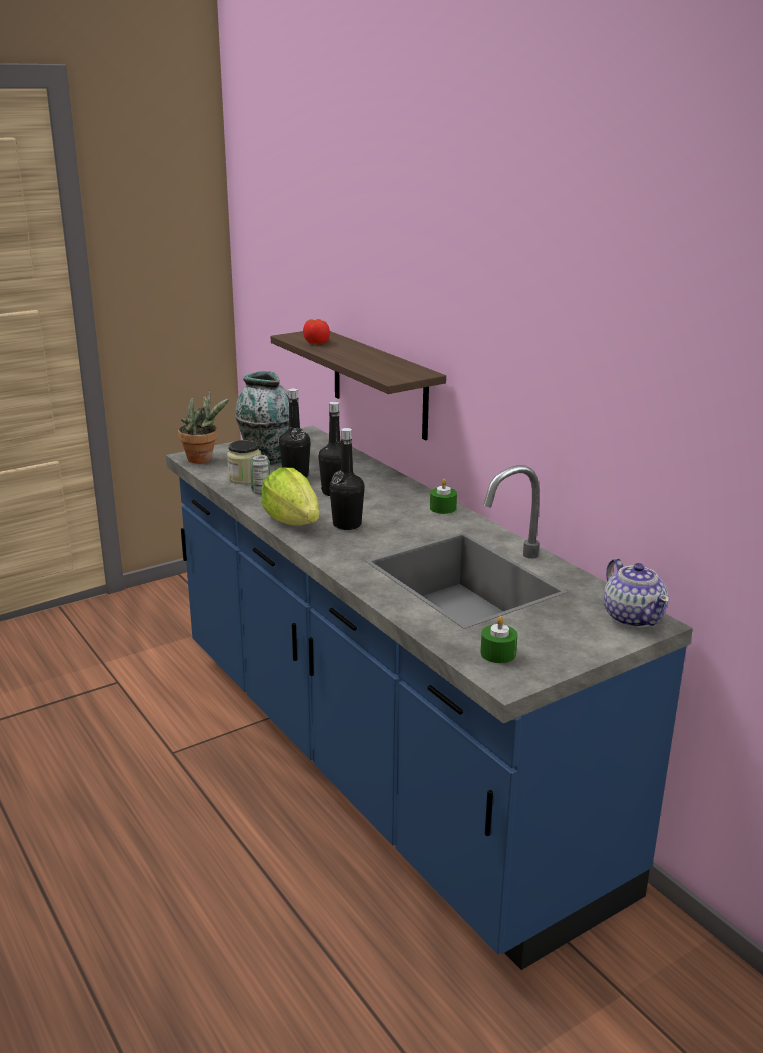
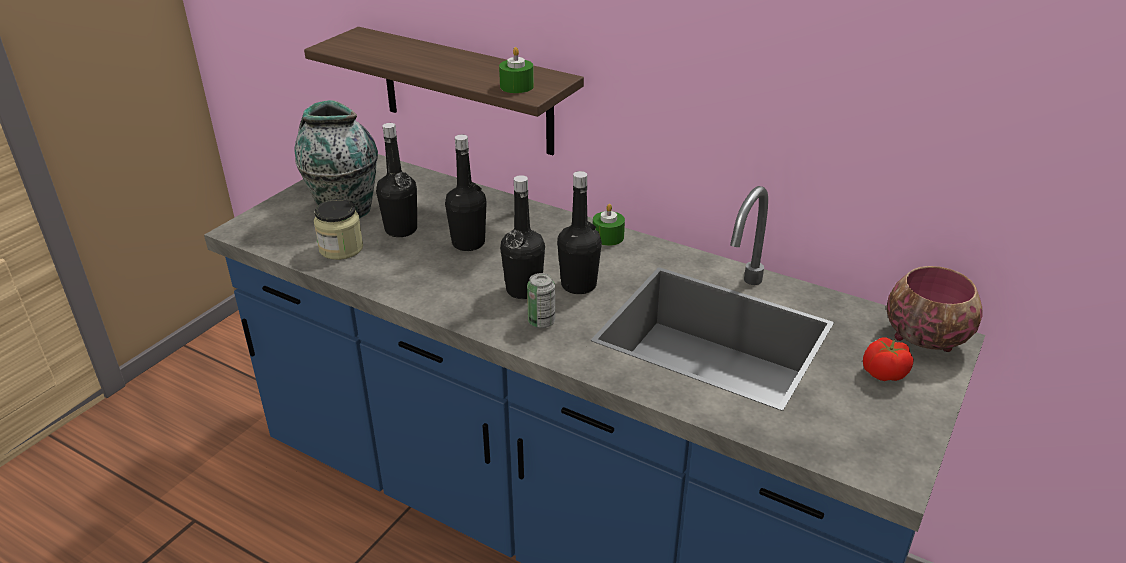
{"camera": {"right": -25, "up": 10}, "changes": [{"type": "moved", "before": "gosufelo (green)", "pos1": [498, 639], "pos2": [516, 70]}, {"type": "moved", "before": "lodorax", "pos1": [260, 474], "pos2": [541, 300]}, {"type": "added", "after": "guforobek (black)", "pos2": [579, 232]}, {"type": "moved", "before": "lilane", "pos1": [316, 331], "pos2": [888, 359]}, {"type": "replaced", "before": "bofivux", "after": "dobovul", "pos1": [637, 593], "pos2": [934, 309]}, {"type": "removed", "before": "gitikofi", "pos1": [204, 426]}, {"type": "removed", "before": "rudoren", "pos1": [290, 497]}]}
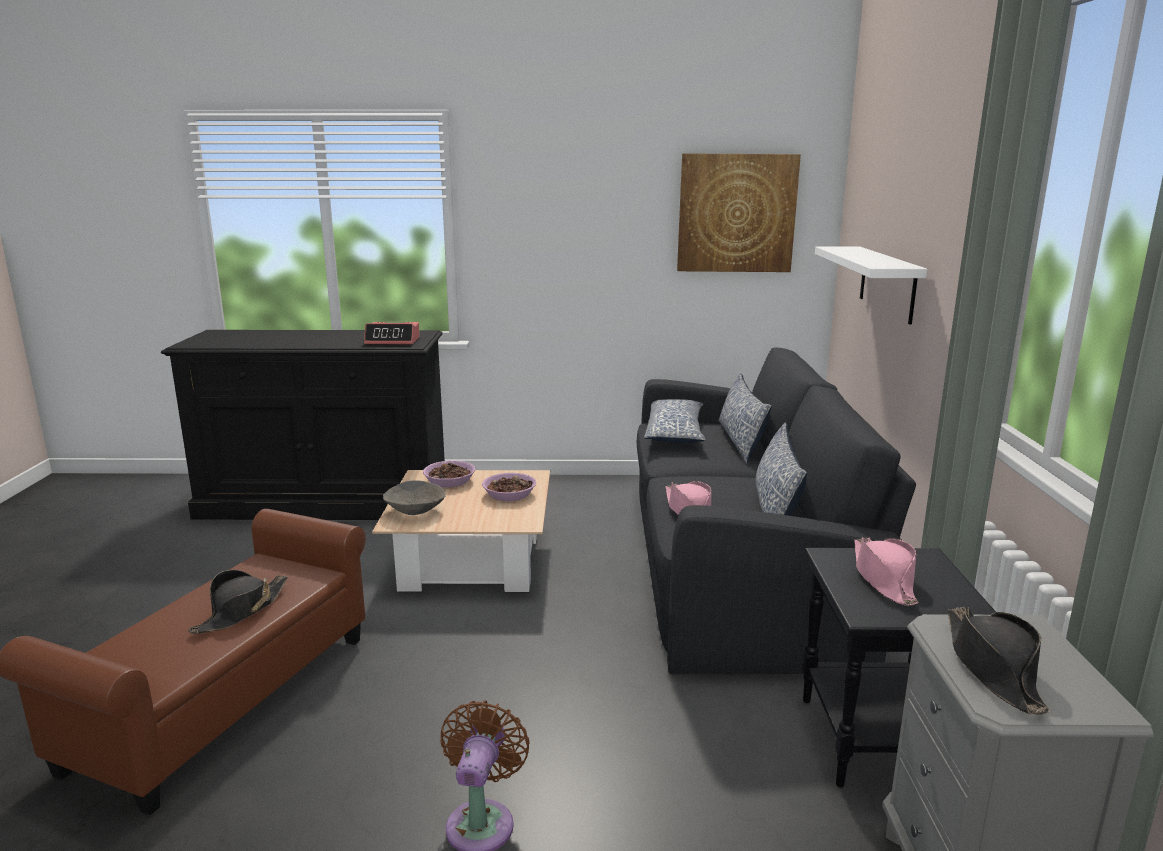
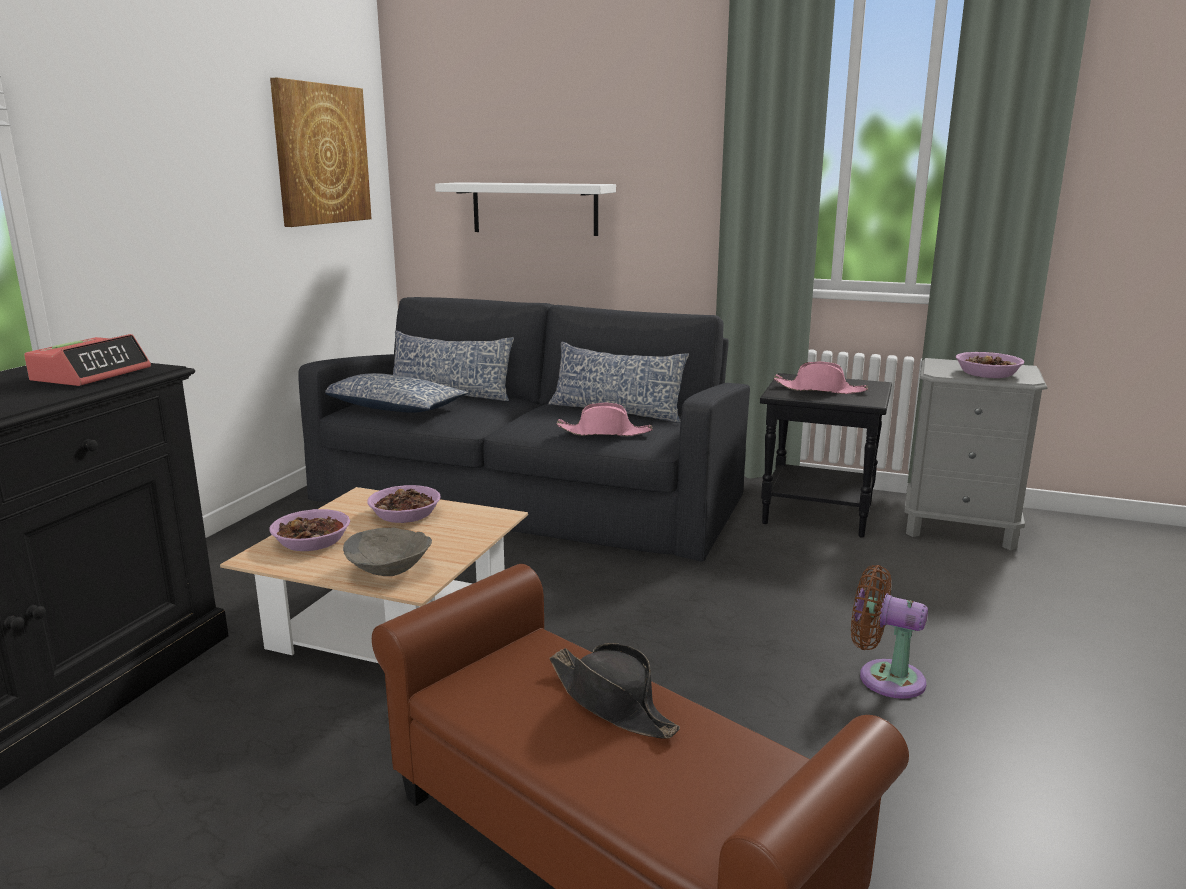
{"camera": {"right": -70, "up": 0}, "changes": [{"type": "replaced", "before": "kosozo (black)", "after": "dobovul", "pos1": [999, 661], "pos2": [990, 365]}]}
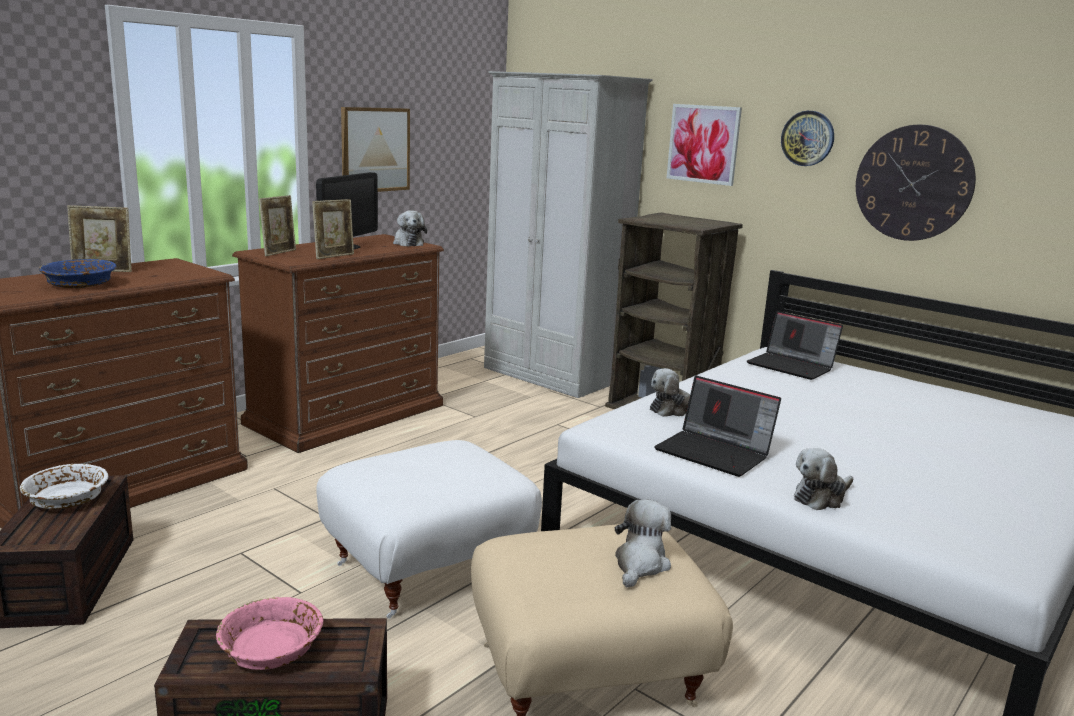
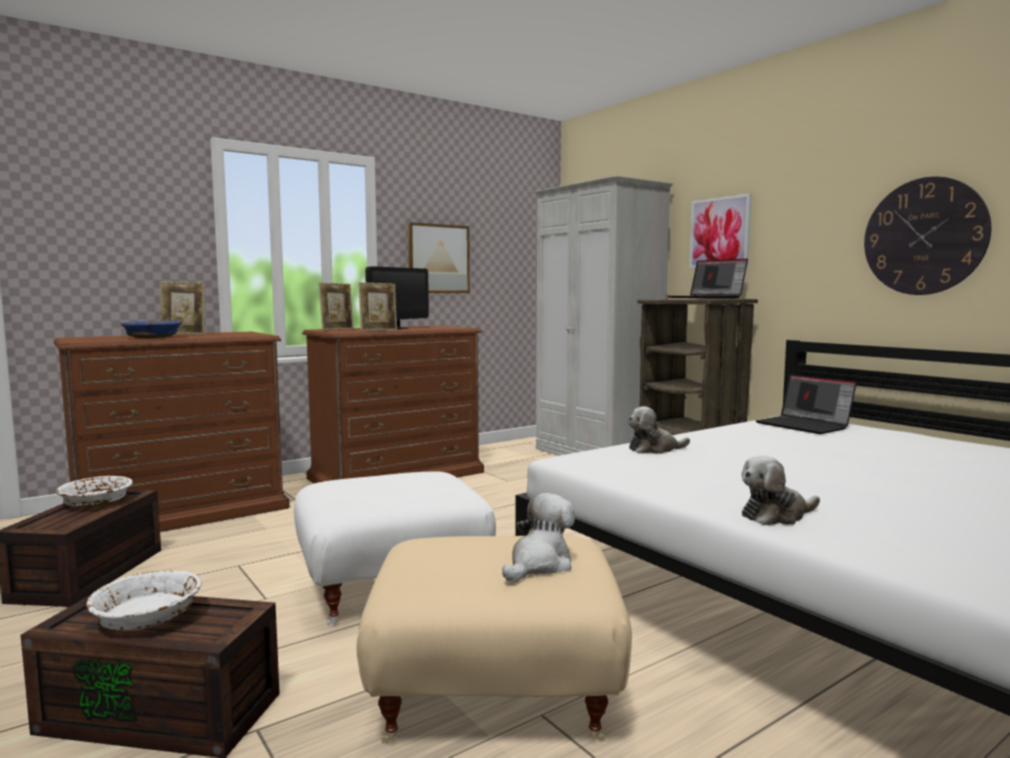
{"camera": {"right": 15, "up": -10}, "changes": [{"type": "recoloured", "before": "dobovul (pink)", "after": "dobovul (white)", "pos1": [269, 633], "pos2": [143, 601]}, {"type": "moved", "before": "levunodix", "pos1": [717, 426], "pos2": [708, 279]}, {"type": "removed", "before": "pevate", "pos1": [410, 228]}, {"type": "removed", "before": "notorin", "pos1": [807, 138]}]}
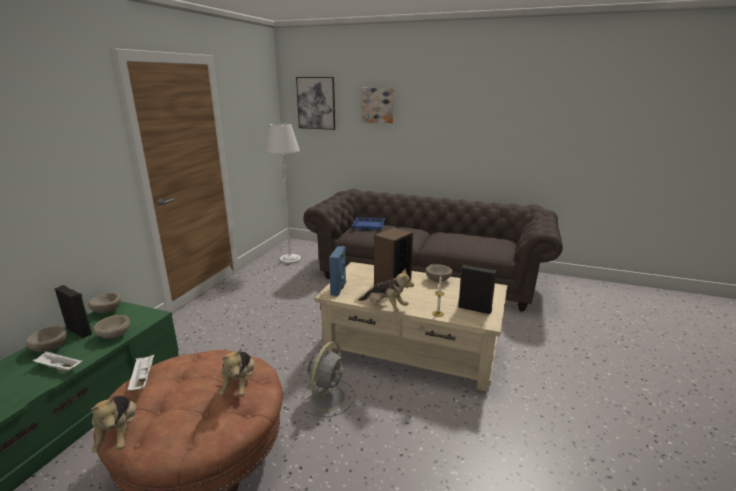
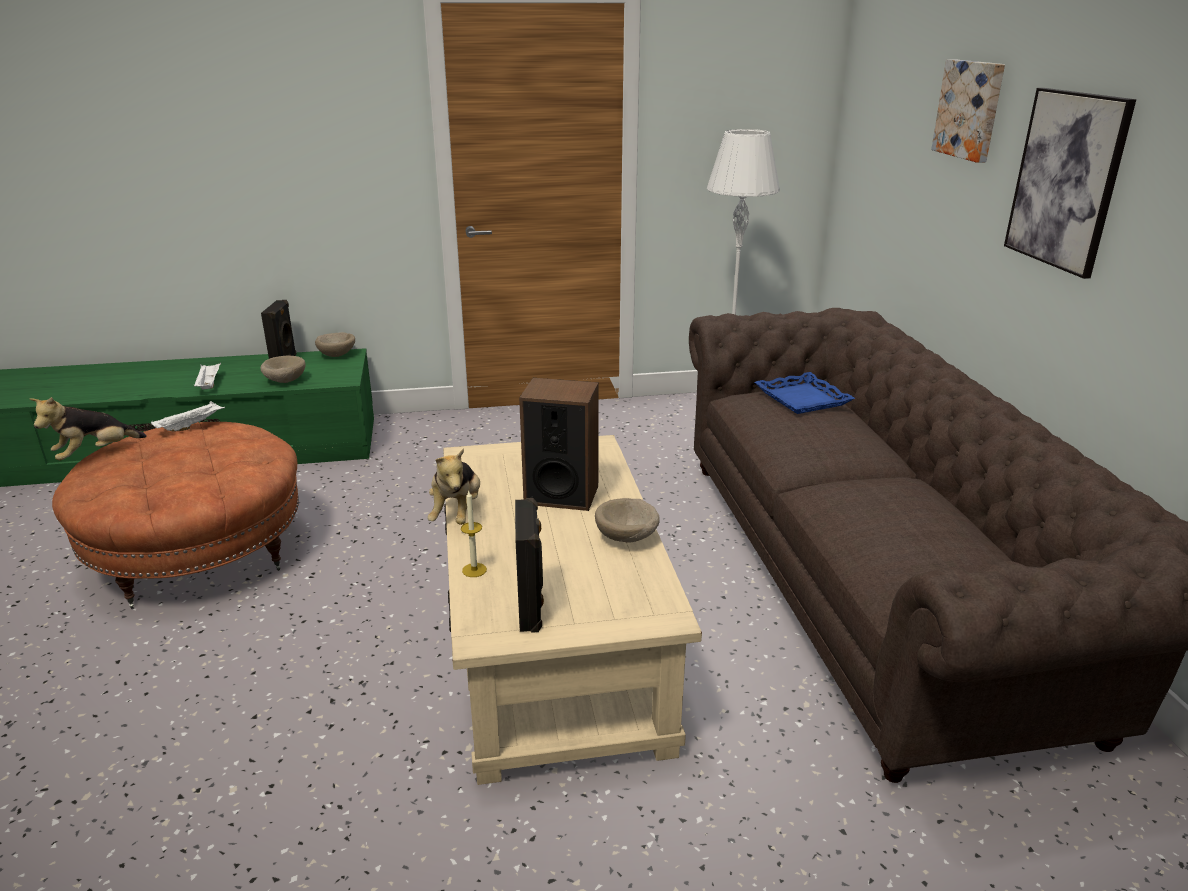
{"camera": {"right": 60, "up": 5}, "changes": [{"type": "moved", "before": "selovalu", "pos1": [315, 103], "pos2": [1070, 183]}, {"type": "removed", "before": "dobovul (beige)", "pos1": [46, 339]}, {"type": "removed", "before": "pevate", "pos1": [237, 373]}, {"type": "removed", "before": "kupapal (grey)", "pos1": [329, 379]}, {"type": "removed", "before": "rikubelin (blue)", "pos1": [337, 271]}]}
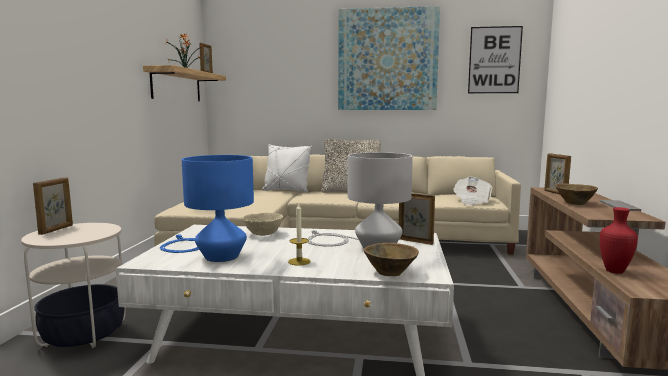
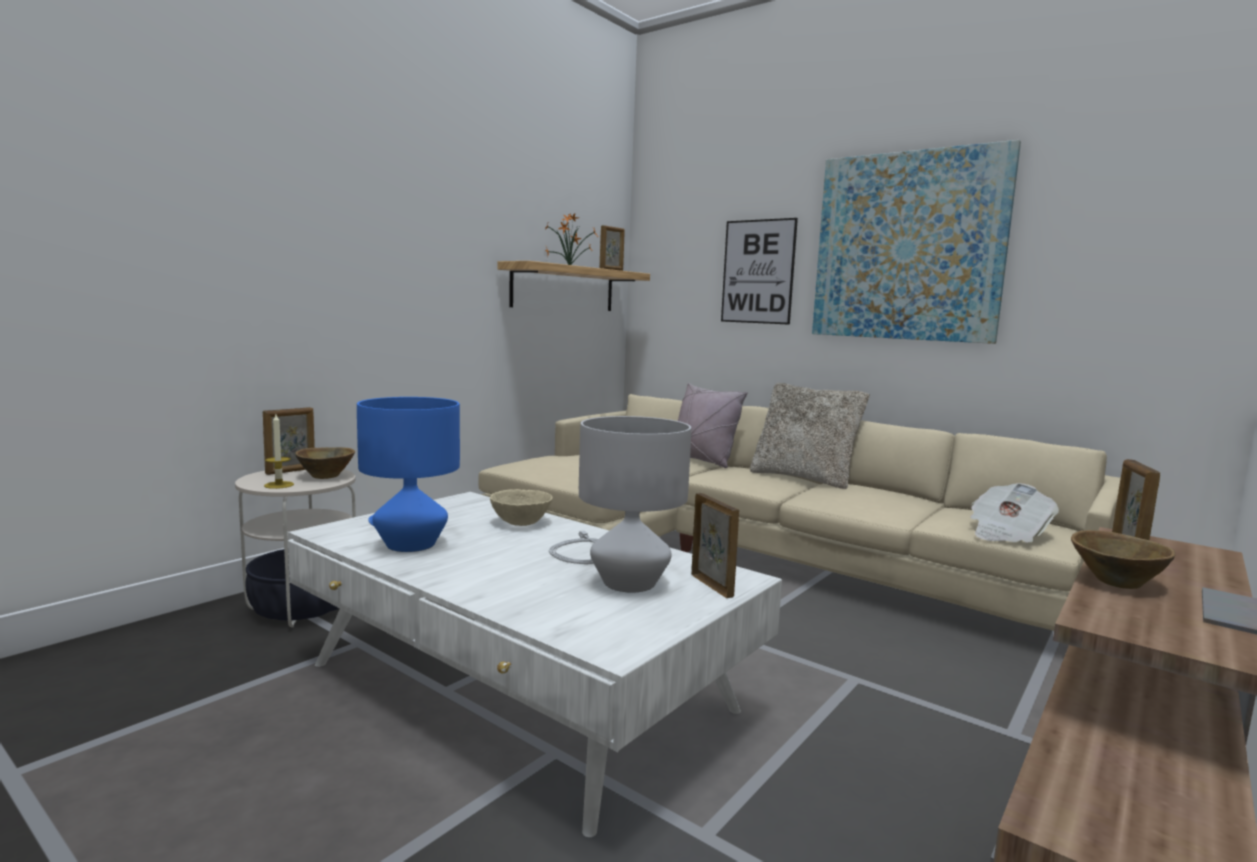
{"camera": {"right": 30, "up": 0}, "changes": [{"type": "moved", "before": "gosufelo", "pos1": [299, 235], "pos2": [279, 451]}, {"type": "moved", "before": "dobovul (brown)", "pos1": [391, 259], "pos2": [325, 463]}, {"type": "recoloured", "before": "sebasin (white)", "after": "sebasin (purple)", "pos1": [287, 168], "pos2": [712, 425]}, {"type": "moved", "before": "selovalu", "pos1": [495, 59], "pos2": [759, 271]}, {"type": "removed", "before": "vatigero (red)", "pos1": [619, 240]}]}
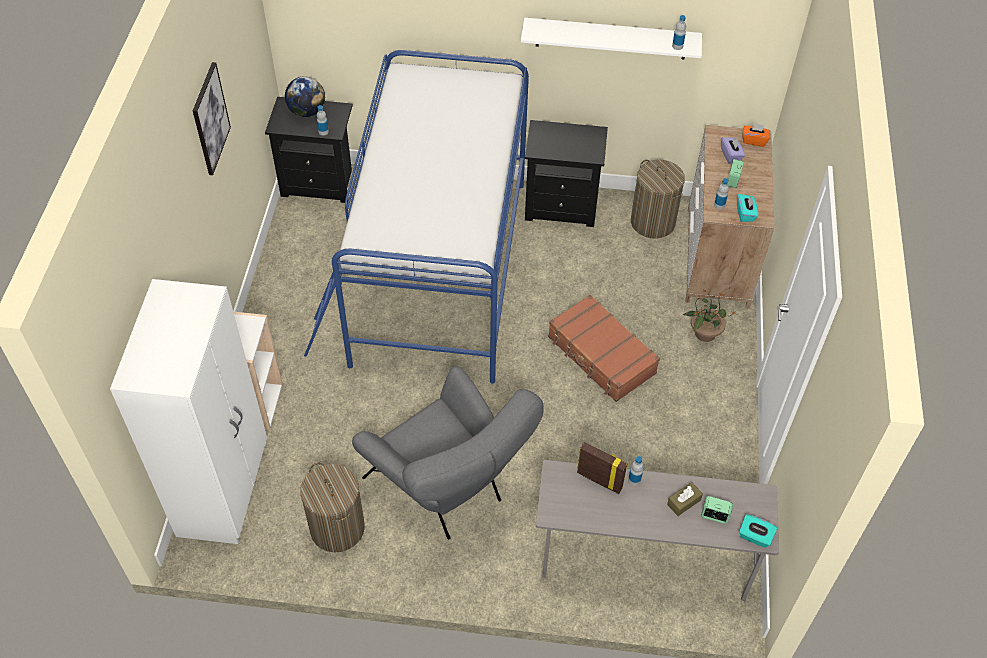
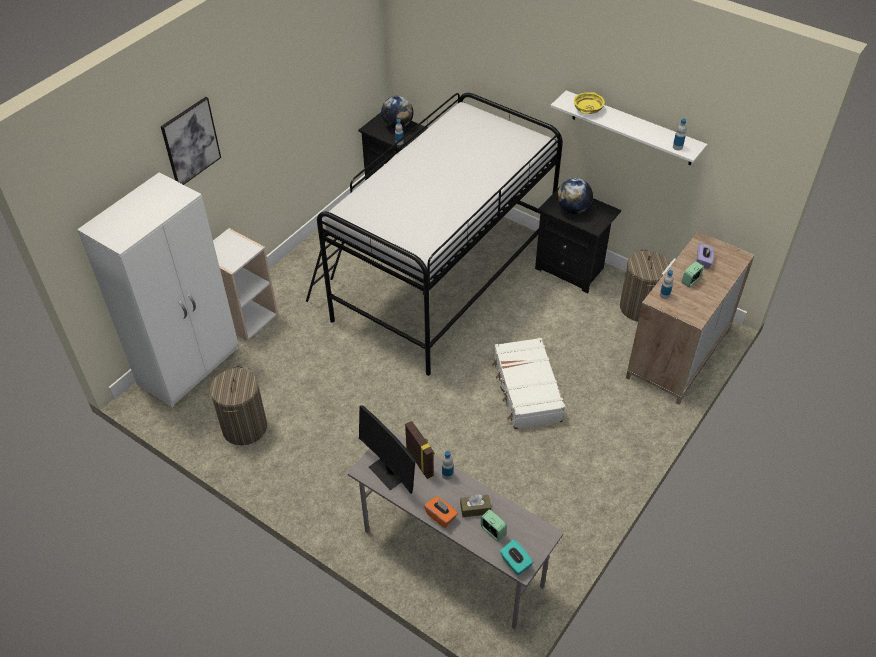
{"camera": {"right": 30, "up": -5}, "changes": [{"type": "moved", "before": "selovalu", "pos1": [212, 118], "pos2": [191, 141]}, {"type": "recoloured", "before": "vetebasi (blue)", "after": "vetebasi (black)", "pos1": [416, 217], "pos2": [434, 234]}, {"type": "added", "after": "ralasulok", "pos2": [387, 449]}, {"type": "moved", "before": "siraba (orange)", "pos1": [756, 135], "pos2": [441, 512]}, {"type": "recoloured", "before": "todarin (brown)", "after": "todarin (white)", "pos1": [604, 348], "pos2": [528, 383]}, {"type": "added", "after": "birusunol", "pos2": [575, 196]}, {"type": "added", "after": "dobovul (yellow)", "pos2": [589, 103]}, {"type": "removed", "before": "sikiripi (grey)", "pos1": [448, 452]}, {"type": "removed", "before": "gitikofi", "pos1": [709, 315]}, {"type": "removed", "before": "siraba (turquoise)", "pos1": [747, 208]}]}
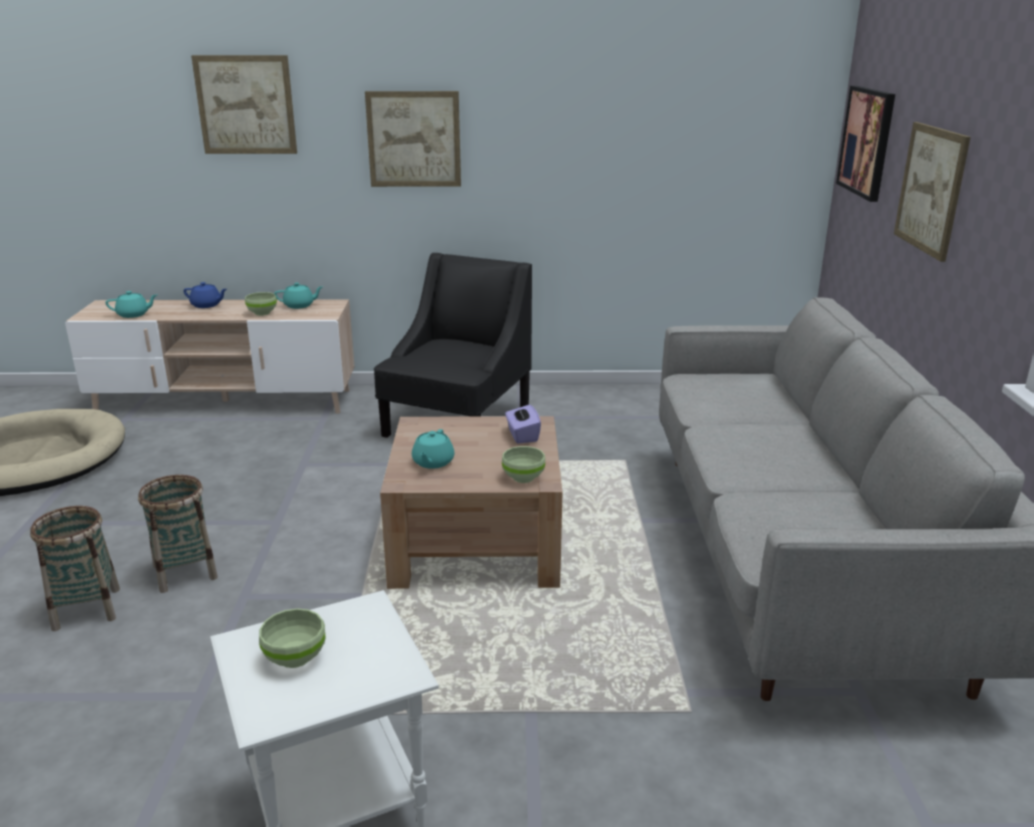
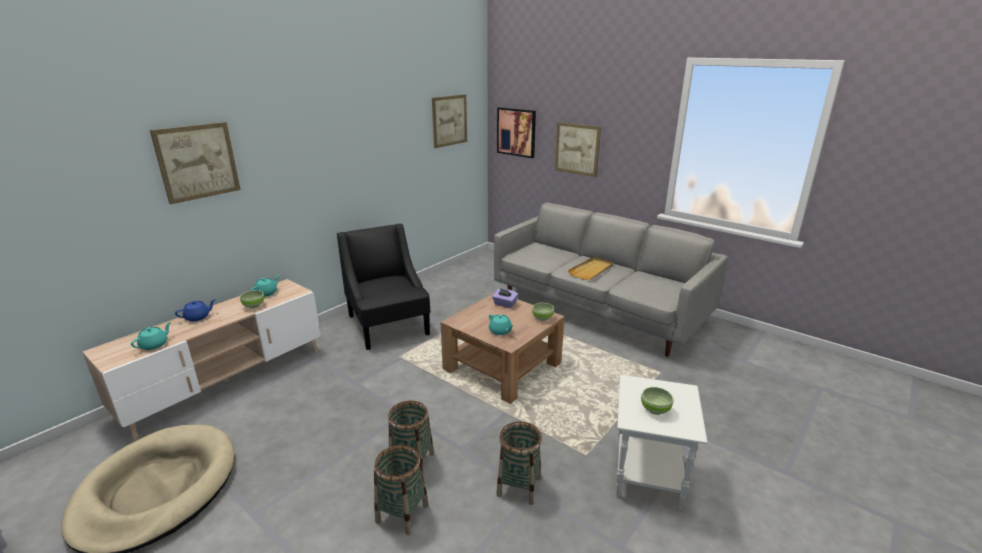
{"camera": {"right": -50, "up": 0}, "changes": [{"type": "moved", "before": "selovalu", "pos1": [413, 139], "pos2": [449, 121]}, {"type": "added", "after": "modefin", "pos2": [519, 463]}, {"type": "added", "after": "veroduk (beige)", "pos2": [591, 268]}]}
